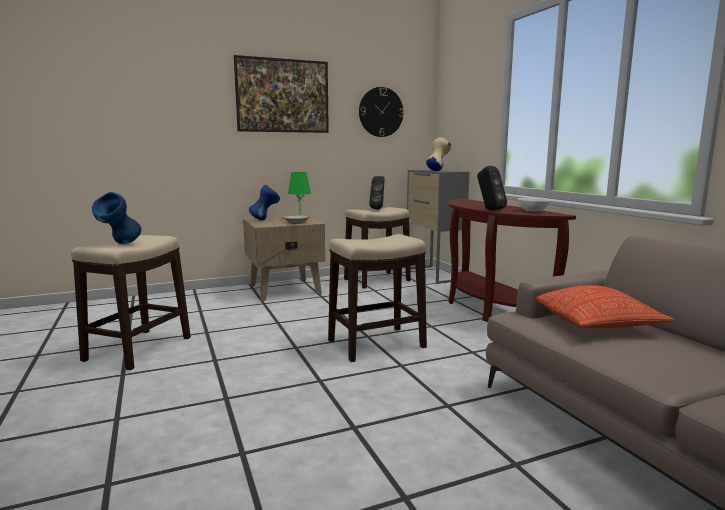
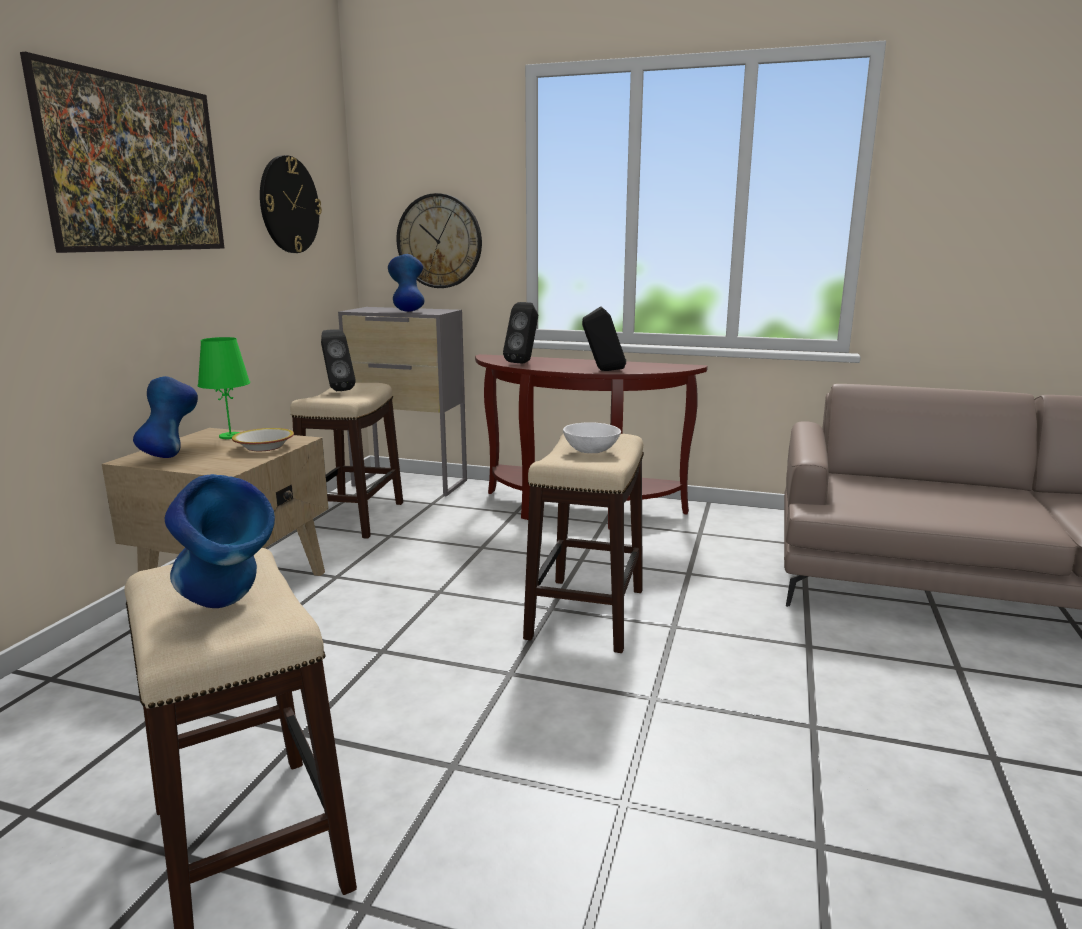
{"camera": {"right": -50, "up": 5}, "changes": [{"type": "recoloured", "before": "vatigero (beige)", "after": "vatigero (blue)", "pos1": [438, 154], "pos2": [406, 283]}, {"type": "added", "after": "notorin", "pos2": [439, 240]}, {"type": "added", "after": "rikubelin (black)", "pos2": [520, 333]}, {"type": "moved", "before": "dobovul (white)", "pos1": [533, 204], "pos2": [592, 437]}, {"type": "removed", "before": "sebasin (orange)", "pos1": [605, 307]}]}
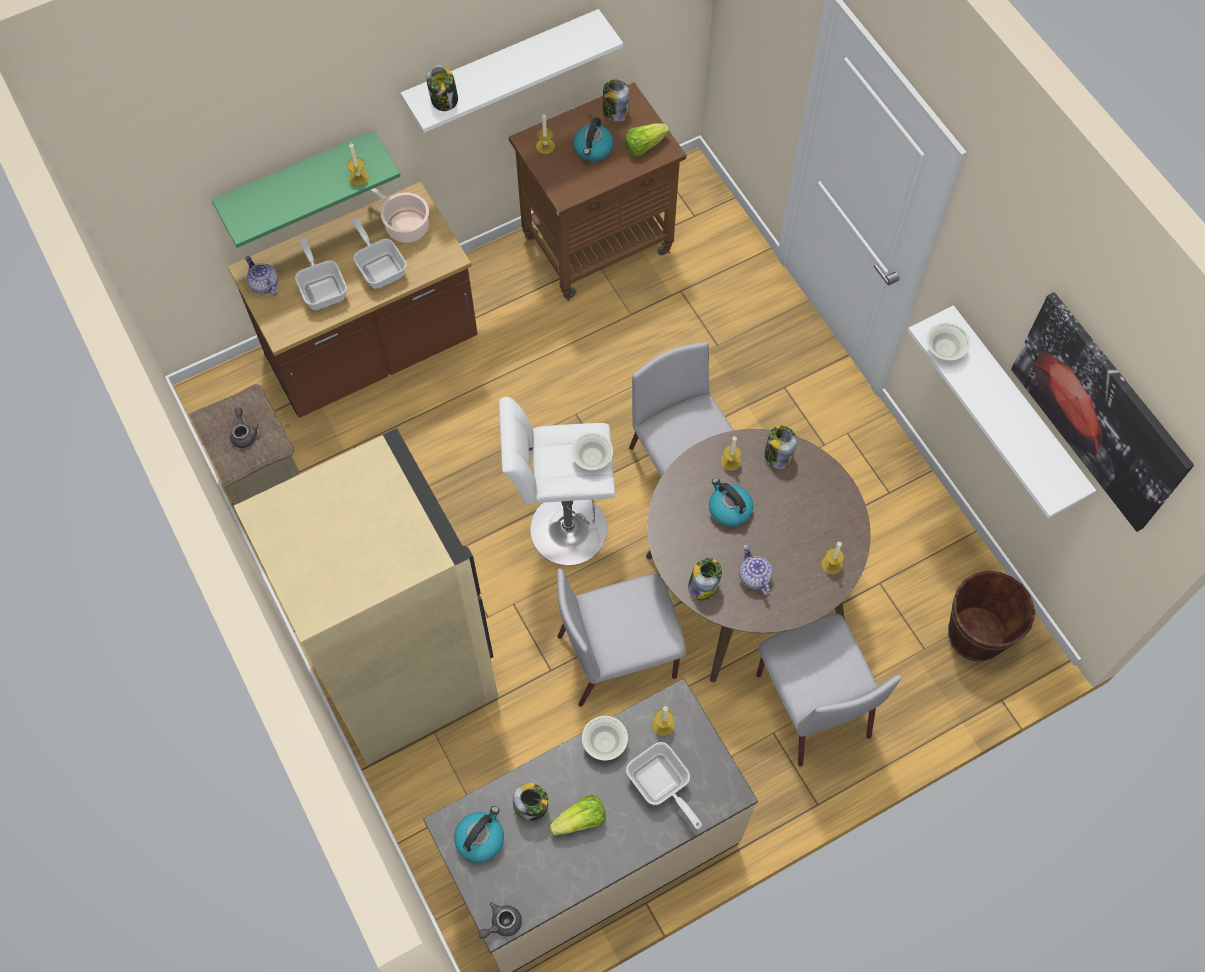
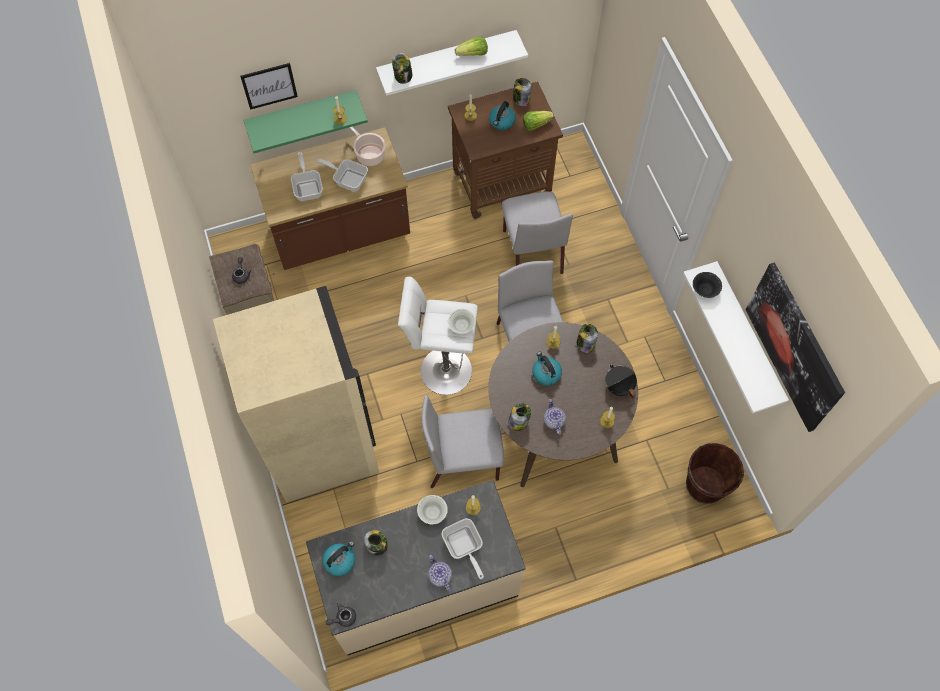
{"camera": {"right": 10, "up": 0}, "changes": [{"type": "added", "after": "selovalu", "pos2": [269, 86]}, {"type": "turned", "before": "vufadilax", "pos1": [378, 253], "pos2": [342, 175], "turn": -45}, {"type": "moved", "before": "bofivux", "pos1": [261, 276], "pos2": [440, 573]}, {"type": "moved", "before": "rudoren", "pos1": [577, 815], "pos2": [471, 46]}, {"type": "moved", "before": "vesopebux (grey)", "pos1": [829, 690], "pos2": [537, 232]}, {"type": "added", "after": "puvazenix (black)", "pos2": [621, 382]}, {"type": "recoloured", "before": "dobovul (white)", "after": "dobovul (black)", "pos1": [948, 341], "pos2": [707, 285]}]}
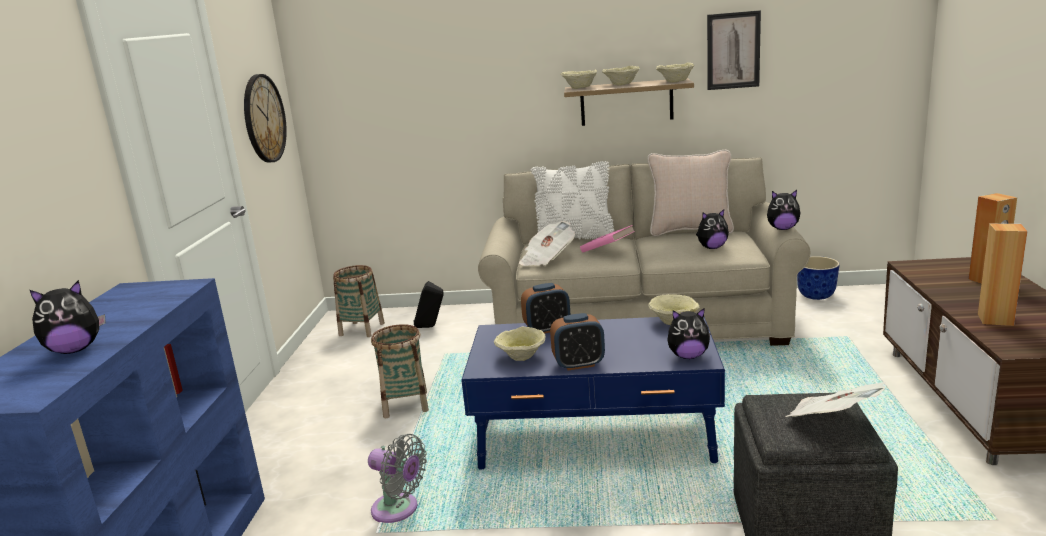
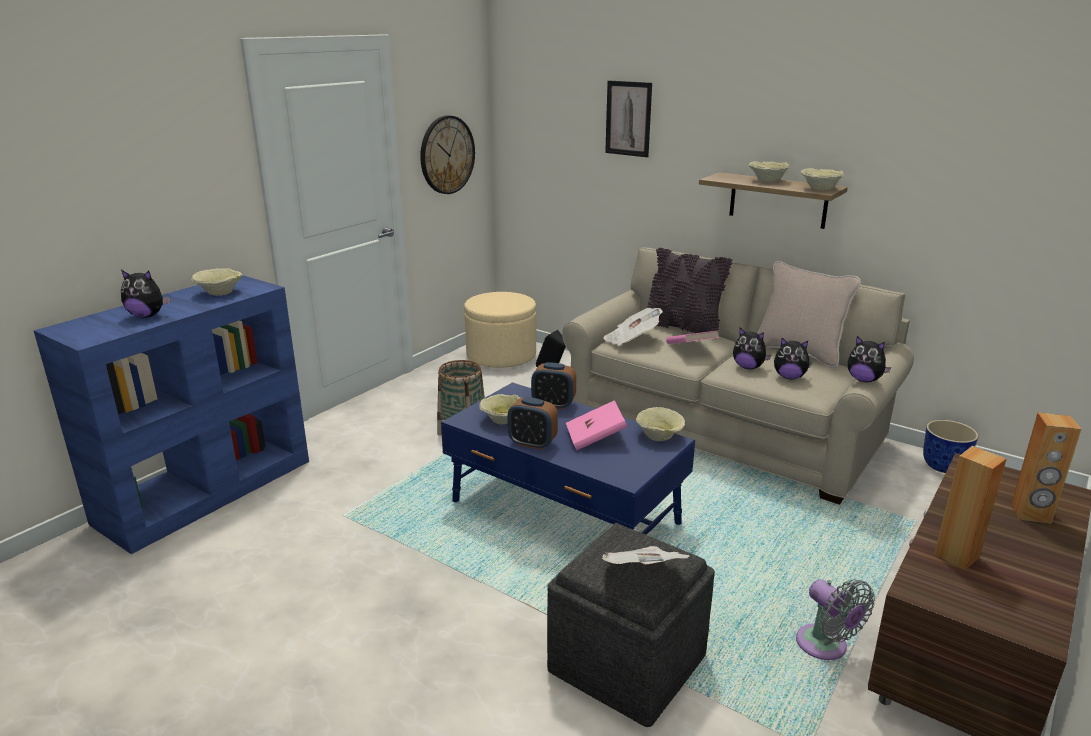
{"camera": {"right": 30, "up": 5}, "changes": [{"type": "moved", "before": "dobovul (beige)", "pos1": [578, 79], "pos2": [216, 282]}, {"type": "replaced", "before": "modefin", "after": "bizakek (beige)", "pos1": [359, 301], "pos2": [500, 330]}, {"type": "added", "after": "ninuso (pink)", "pos2": [597, 425]}, {"type": "moved", "before": "selovalu", "pos1": [734, 50], "pos2": [628, 118]}, {"type": "recoloured", "before": "sebasin (white)", "after": "sebasin (black)", "pos1": [572, 200], "pos2": [689, 290]}, {"type": "moved", "before": "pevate", "pos1": [689, 334], "pos2": [752, 348]}, {"type": "moved", "before": "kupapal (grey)", "pos1": [397, 478], "pos2": [835, 620]}]}
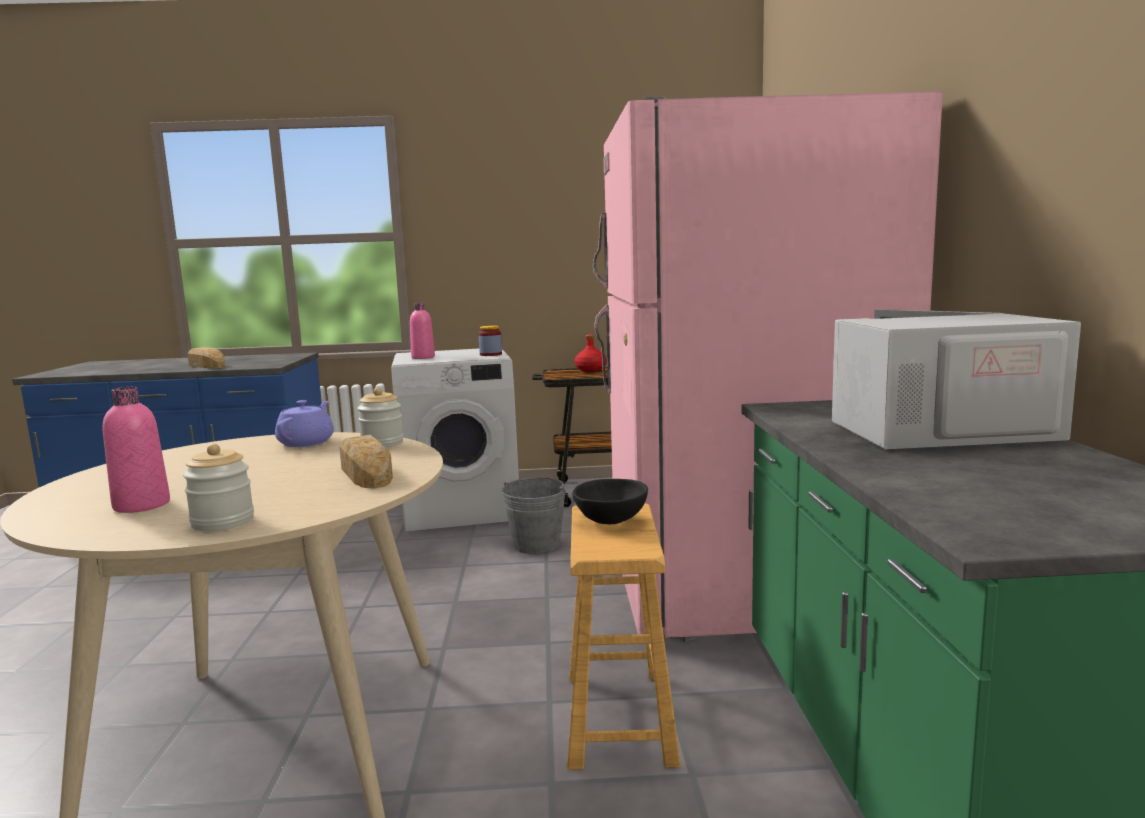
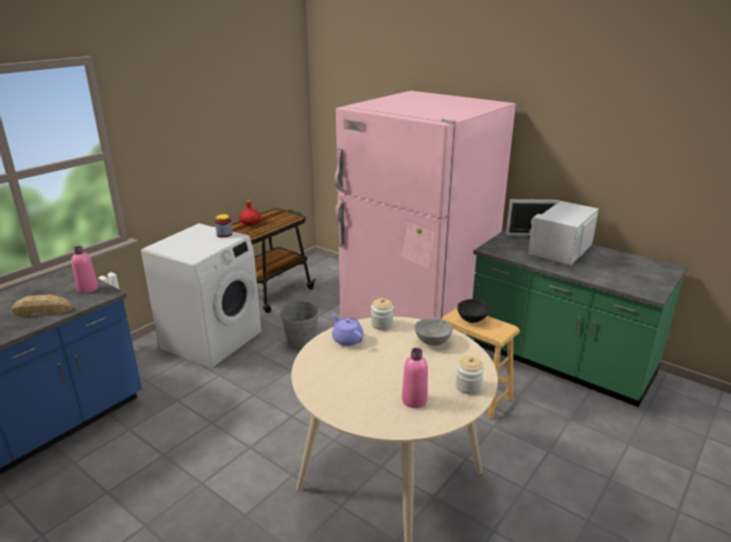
{"camera": {"right": -50, "up": 15}, "changes": [{"type": "moved", "before": "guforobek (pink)", "pos1": [422, 331], "pos2": [84, 269]}, {"type": "replaced", "before": "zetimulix", "after": "dobovul (grey)", "pos1": [366, 461], "pos2": [434, 332]}]}
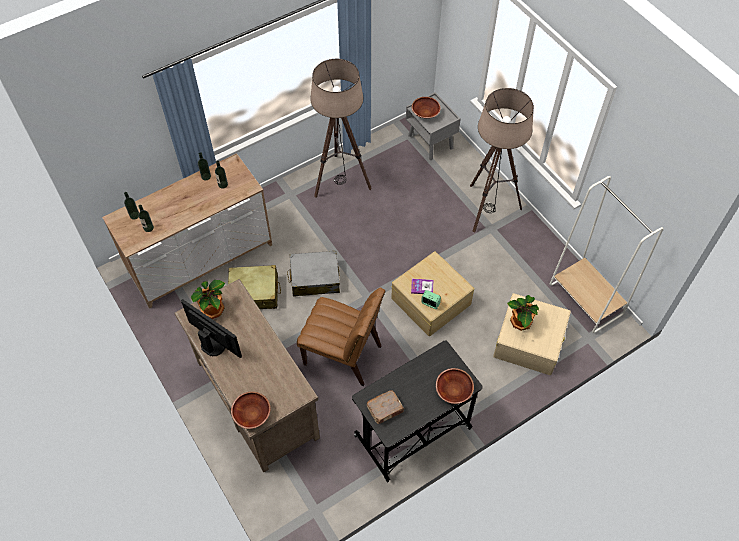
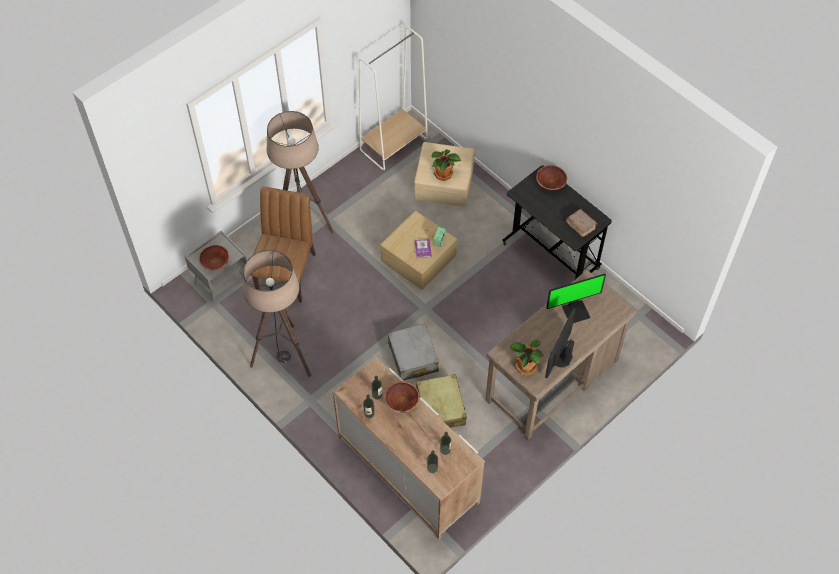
{"camera": {"right": -100, "up": 0}, "changes": [{"type": "moved", "before": "vesopebux (brown)", "pos1": [341, 336], "pos2": [283, 245]}, {"type": "moved", "before": "dobovul (brown)", "pos1": [251, 410], "pos2": [402, 397]}, {"type": "added", "after": "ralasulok", "pos2": [576, 298]}]}
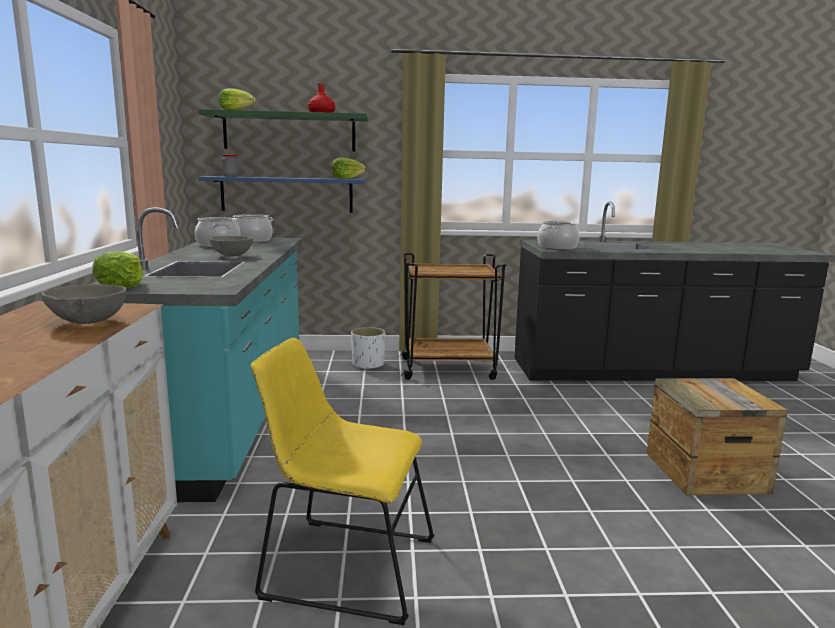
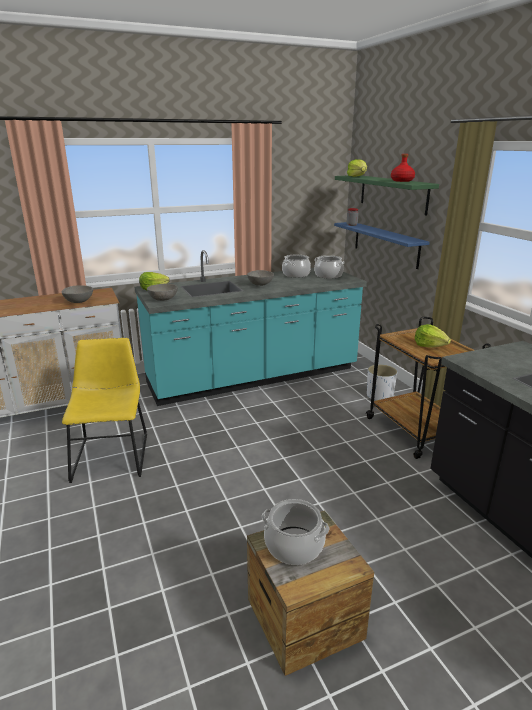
{"camera": {"right": 70, "up": 10}, "changes": [{"type": "added", "after": "dobovul (grey)", "pos2": [162, 292]}, {"type": "moved", "before": "puvazenix", "pos1": [558, 235], "pos2": [296, 532]}, {"type": "moved", "before": "rudoren", "pos1": [348, 168], "pos2": [433, 335]}]}
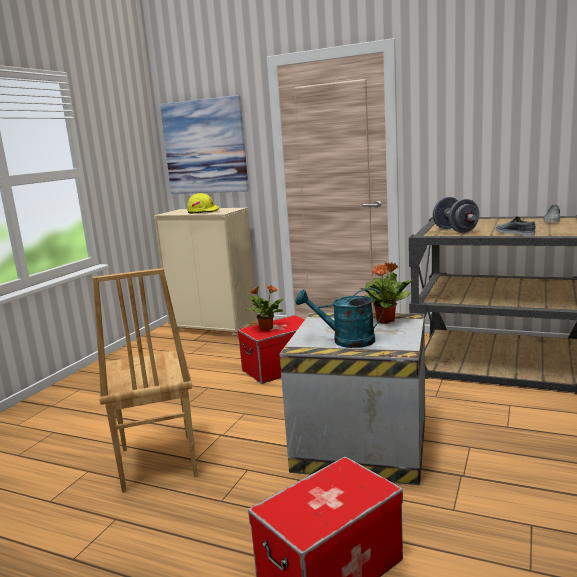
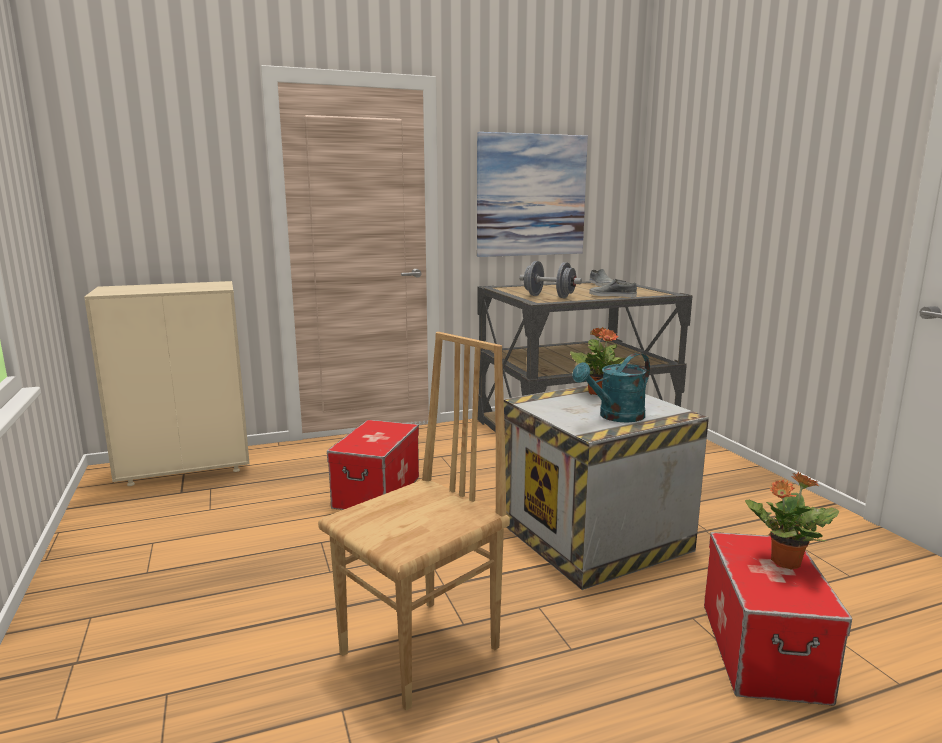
{"camera": {"right": -45, "up": 0}, "changes": [{"type": "turned", "before": "vesopebux (brown)", "pos1": [145, 380], "pos2": [414, 521], "turn": -75}, {"type": "moved", "before": "selovalu", "pos1": [204, 144], "pos2": [532, 194]}, {"type": "moved", "before": "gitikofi", "pos1": [264, 308], "pos2": [792, 521]}, {"type": "removed", "before": "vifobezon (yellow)", "pos1": [203, 203]}]}
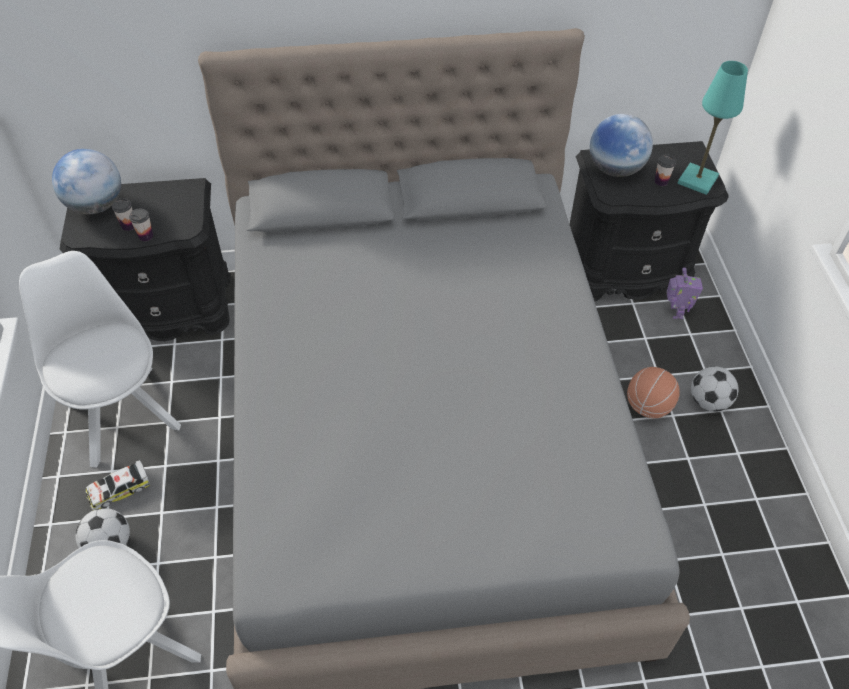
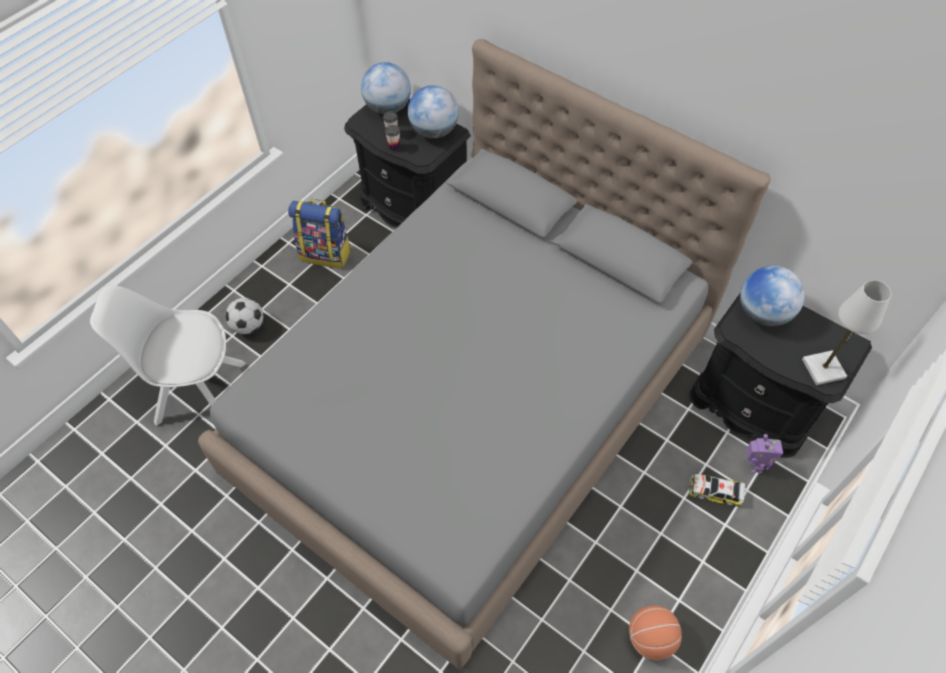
{"camera": {"right": 45, "up": 5}, "changes": [{"type": "replaced", "before": "vesopebux (white)", "after": "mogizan", "pos1": [100, 359], "pos2": [319, 233]}, {"type": "added", "after": "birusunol", "pos2": [433, 111]}, {"type": "moved", "before": "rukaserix", "pos1": [653, 392], "pos2": [655, 632]}, {"type": "moved", "before": "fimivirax", "pos1": [117, 485], "pos2": [717, 490]}, {"type": "turned", "before": "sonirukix", "pos1": [685, 293], "pos2": [764, 453], "turn": -45}, {"type": "recoloured", "before": "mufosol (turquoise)", "after": "mufosol (white)", "pos1": [713, 128], "pos2": [846, 332]}, {"type": "removed", "before": "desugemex", "pos1": [665, 170]}, {"type": "removed", "before": "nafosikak", "pos1": [714, 389]}]}
